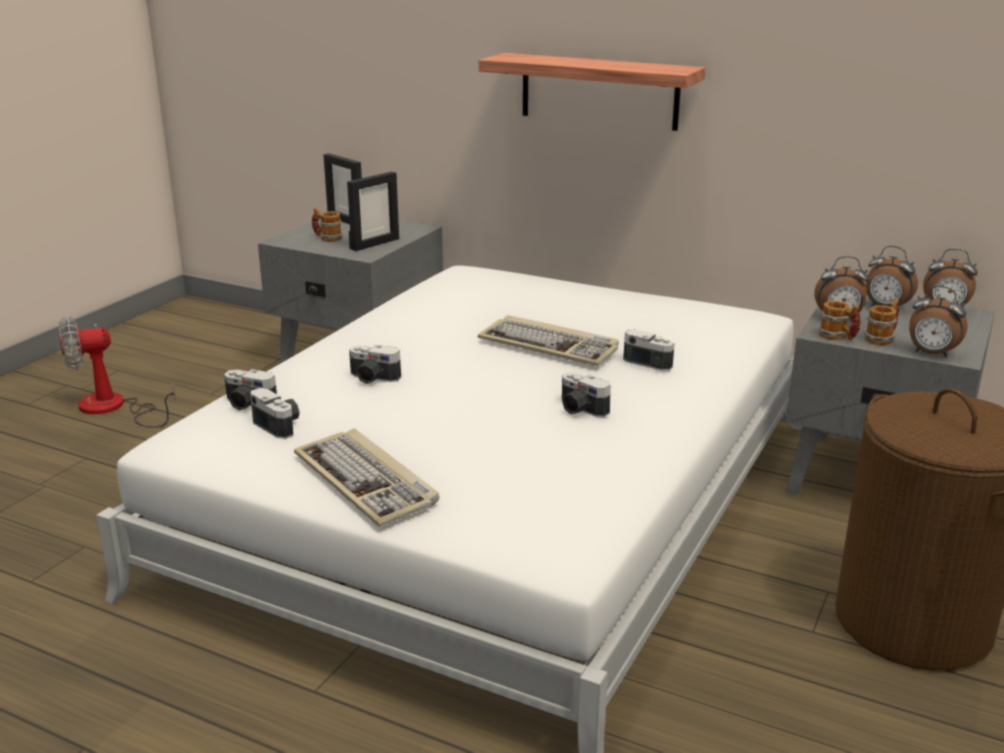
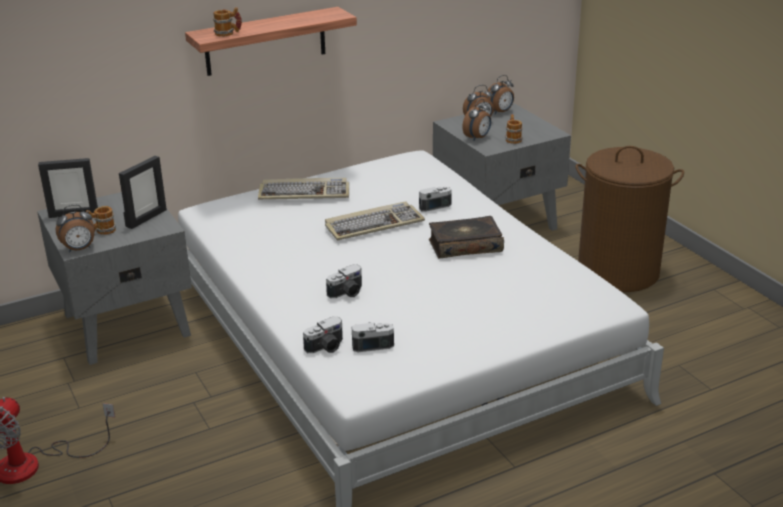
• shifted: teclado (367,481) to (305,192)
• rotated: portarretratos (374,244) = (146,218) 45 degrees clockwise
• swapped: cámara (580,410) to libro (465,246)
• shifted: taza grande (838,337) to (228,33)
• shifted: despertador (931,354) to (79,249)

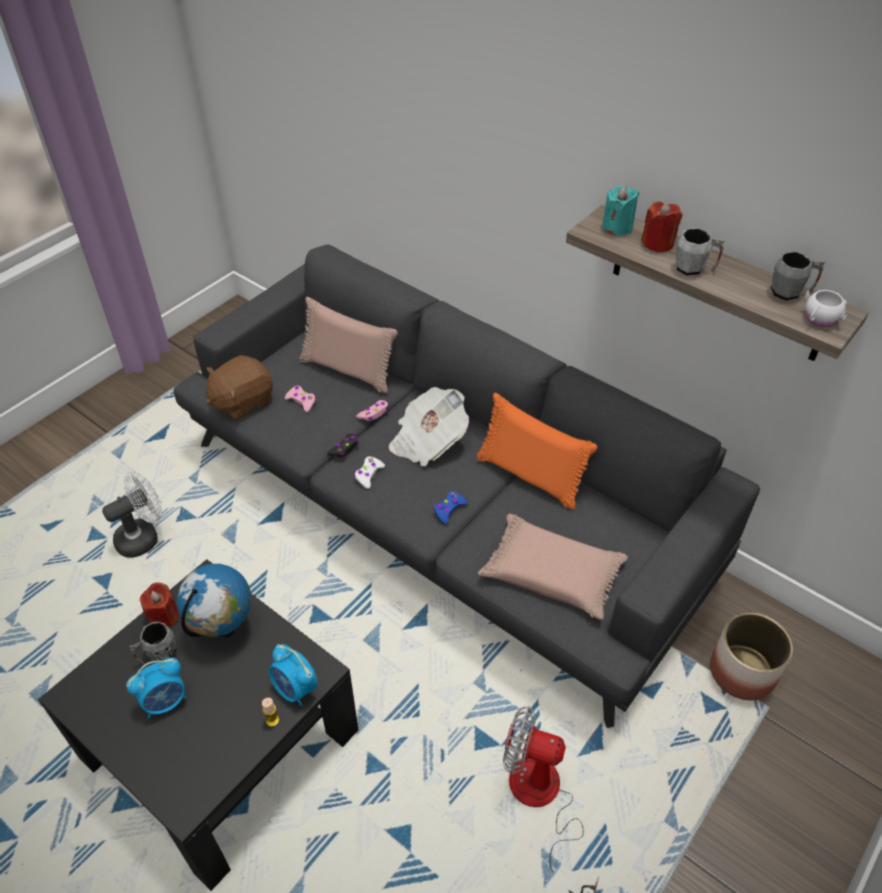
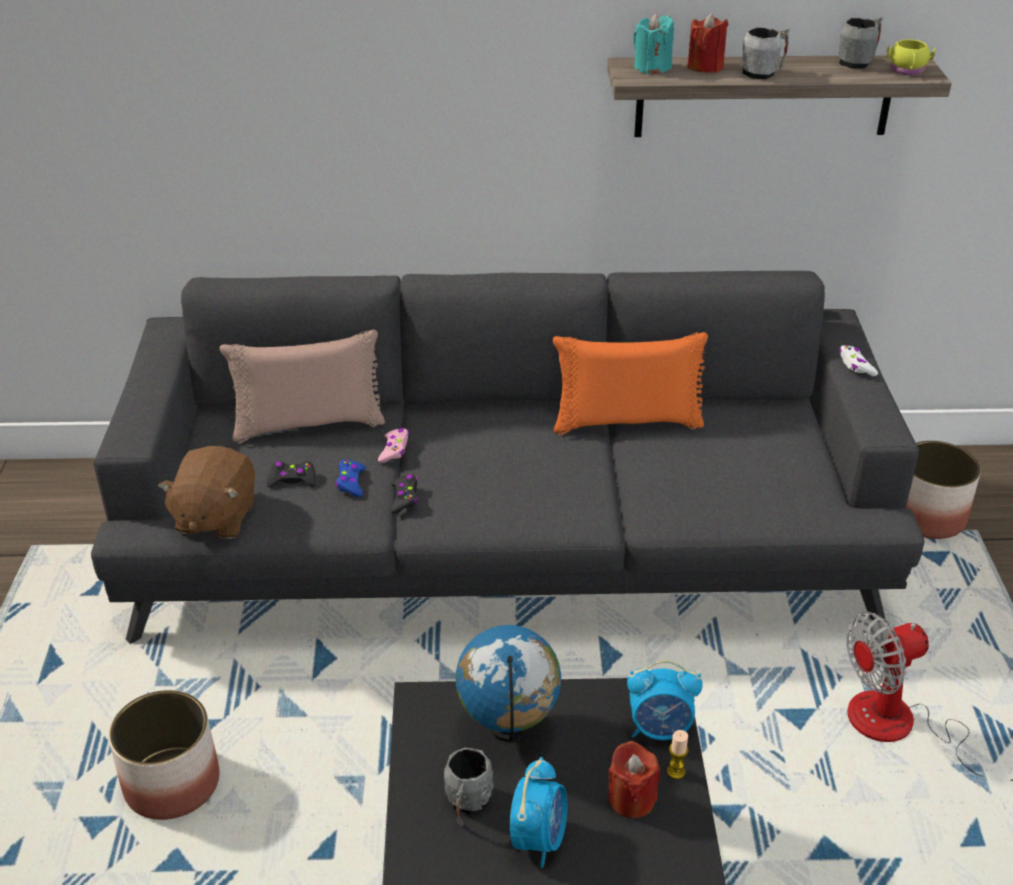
• swapped: ventilador/blanco (143,537) to maceta (171,784)
• shifted: vela/rojo (164,616) to (631,799)
• repainted: mando de consola/rosa (301,401) to mando de consola/negro (292,480)
• shifted: mando de consola/blanco (368,475) to (856,365)
• gone: periódico (427,441)
• shifted: mando de consola/azul (449,509) to (351,483)
• gone: cojín/beis (552,571)
• repainted: taza grande/blanco (819,319) to taza grande/amarillo (907,71)

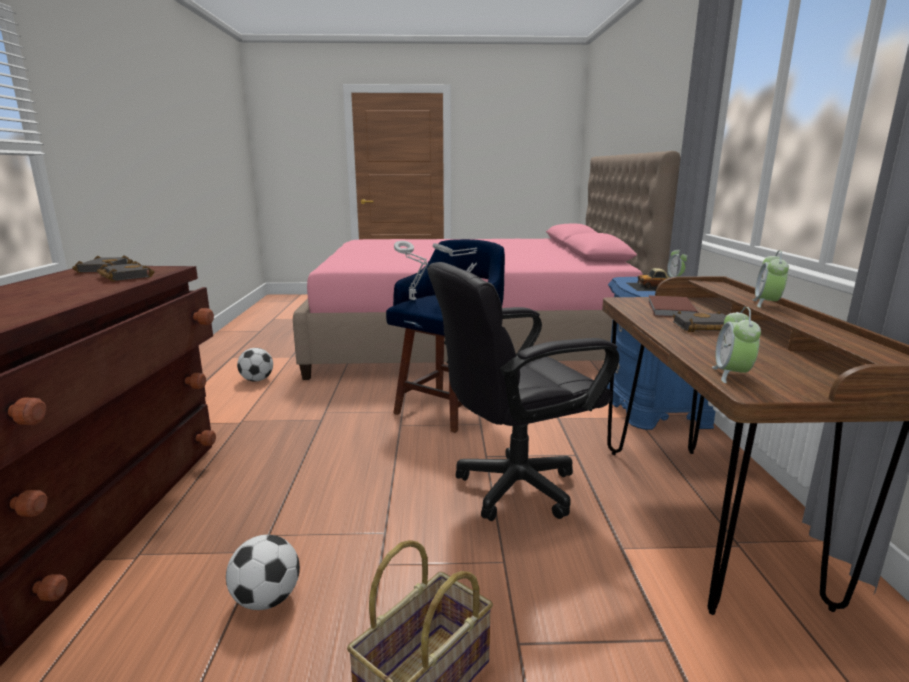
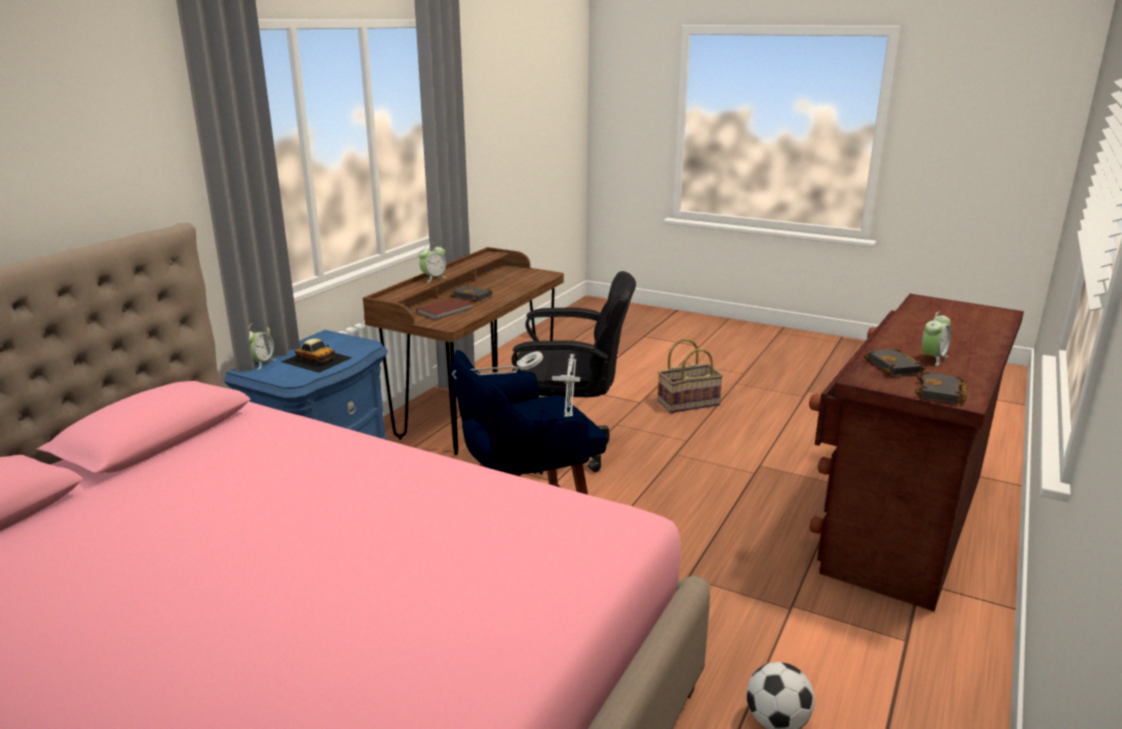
• gone: balón de fútbol (266,600)
• shifted: despertador (731,375) to (932,358)

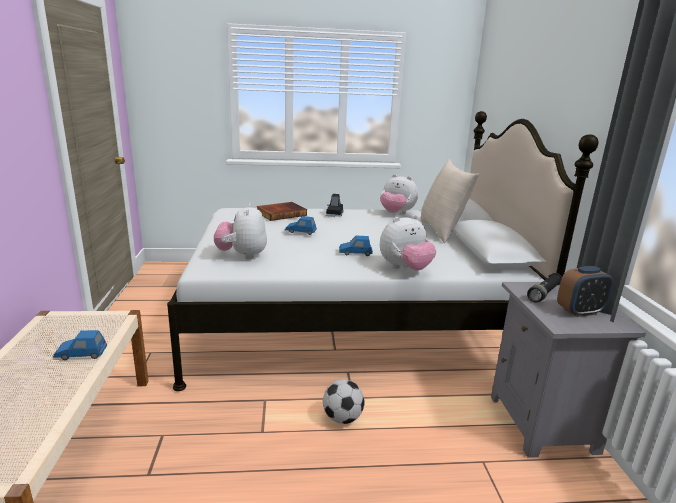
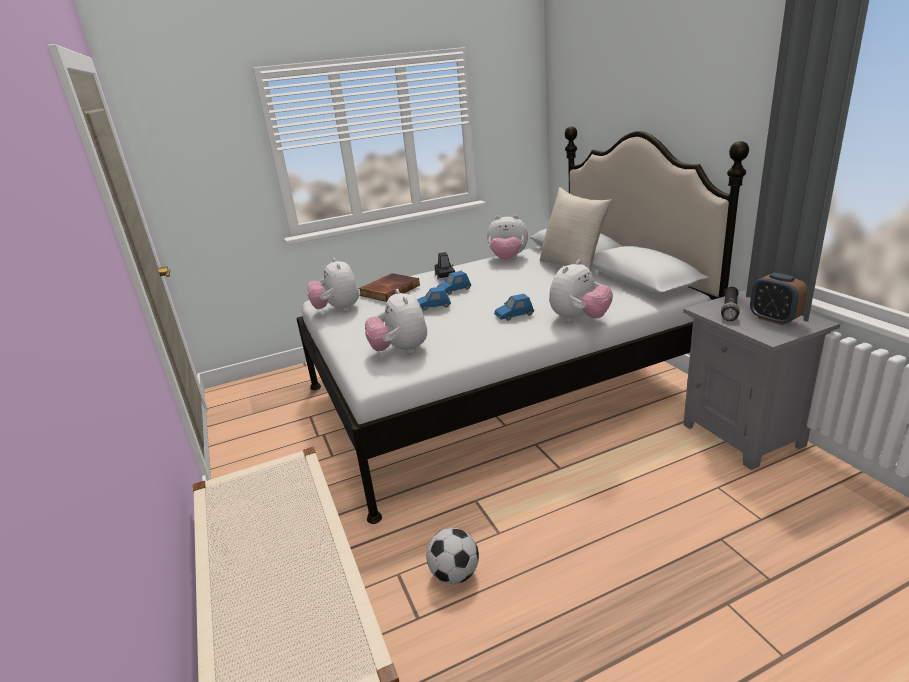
• shifted: coche de juguete/azul (81,353) to (454,290)
• shifted: balón de fútbol (342,418) to (454,574)
• rotated: despertador (580,311) = (774,319) 90 degrees clockwise
• new: peluche (338,310)

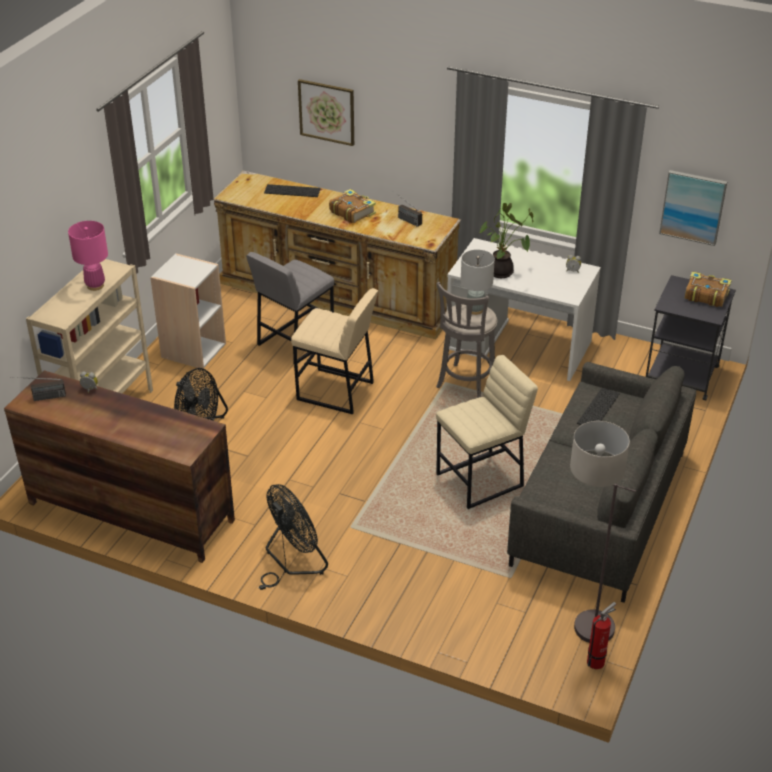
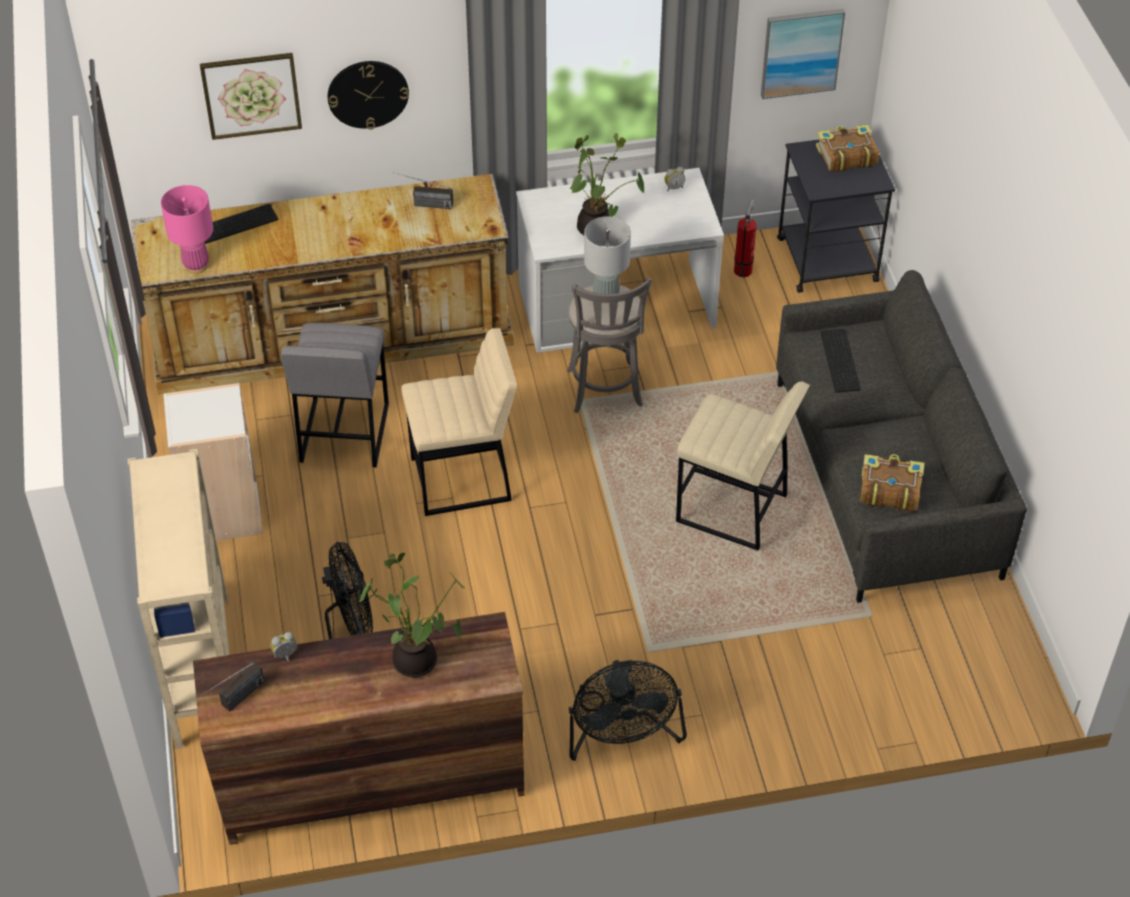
• shifted: lámpara de mesa/rosa (95,286) to (196,266)
• rotated: ventilador/negro (288,559) = (617,732) 150 degrees clockwise
• shifted: libro (352,212) to (889,489)
• rotated: silla/beis (481,479) = (734,510) 90 degrees clockwise
• gone: lámpara de pie/gris (582,624)
• shifted: extintor (597,661) to (743,269)
• new: reloj de pared (368,94)
• new: planta en maceta (417,658)

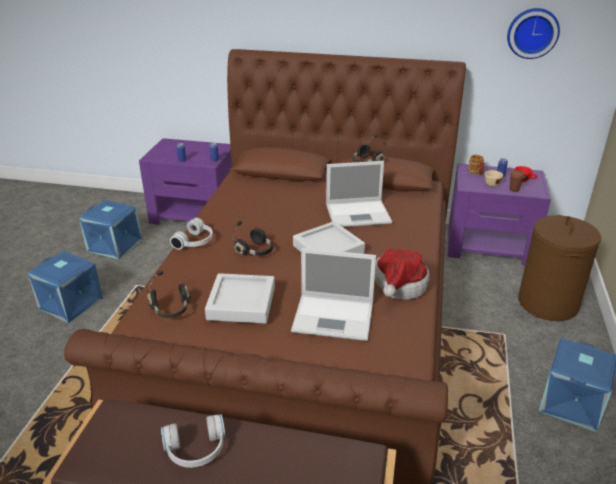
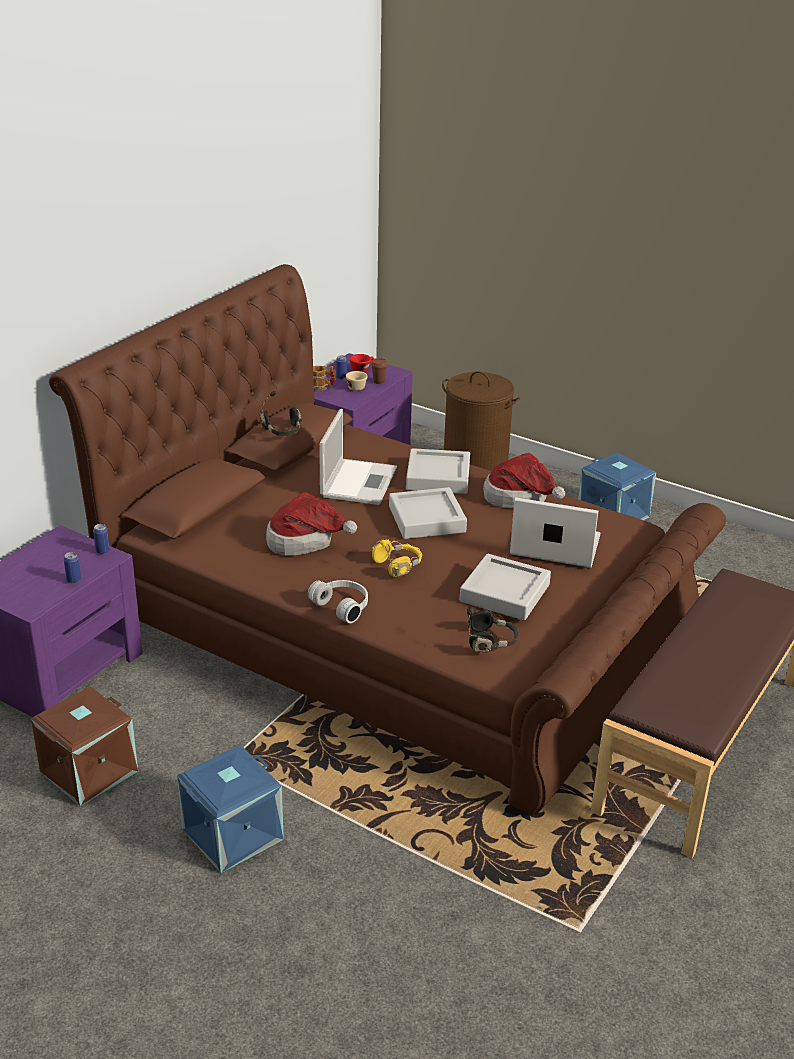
• repainted: caja de almacenaje/azul (115,245) to caja de almacenaje/marrón (88,770)
• gone: auriculares/blanco (196,451)
• repainted: auriculares/negro (255,251) to auriculares/amarillo (398,566)
• rotated: portátil (335,317) = (553,545) 105 degrees counterclockwise
• gone: reloj de pared (532,32)
• new: sombrero (305,541)
• new: bandeja/gris (438,477)

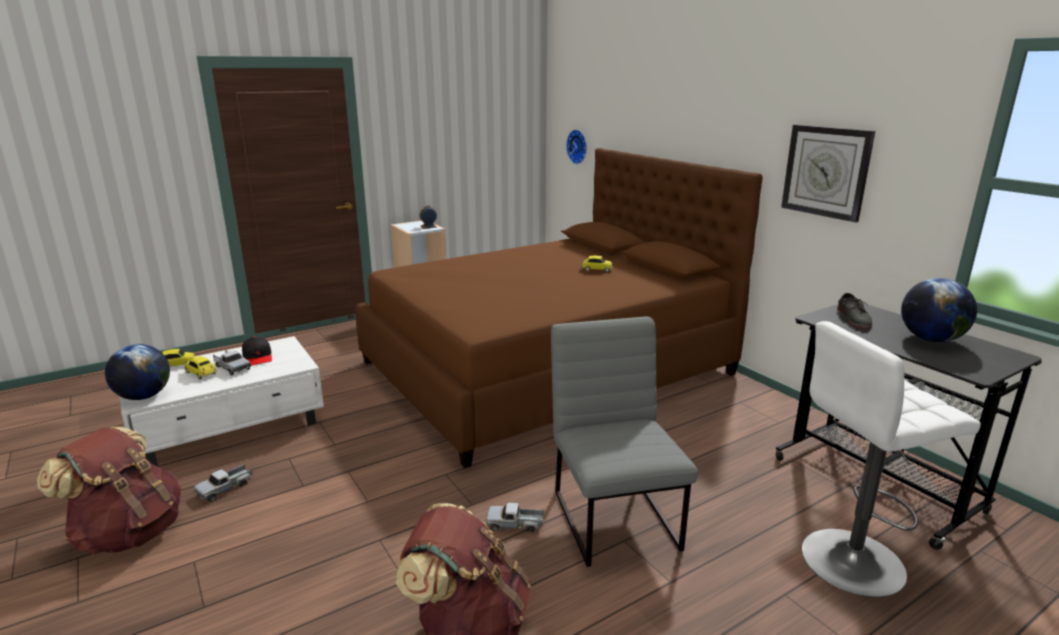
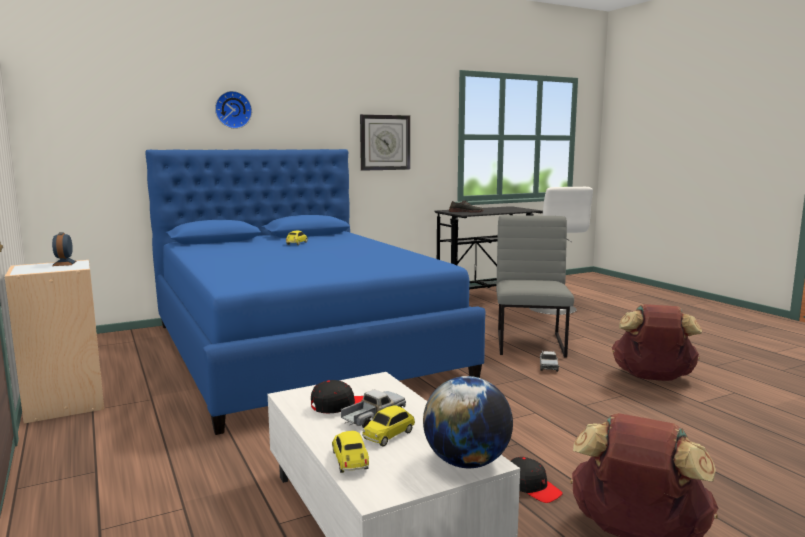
• swapped: camión de juguete (225,488) to gorra/negro (532,487)
• repainted: cama/marrón (546,368) to cama/azul (300,349)
• rotated: silla/gris (614,516) = (530,343) 105 degrees clockwise
• shifted: reloj de pared (578,146) to (233,110)
• gone: globo terráqueo (930,339)

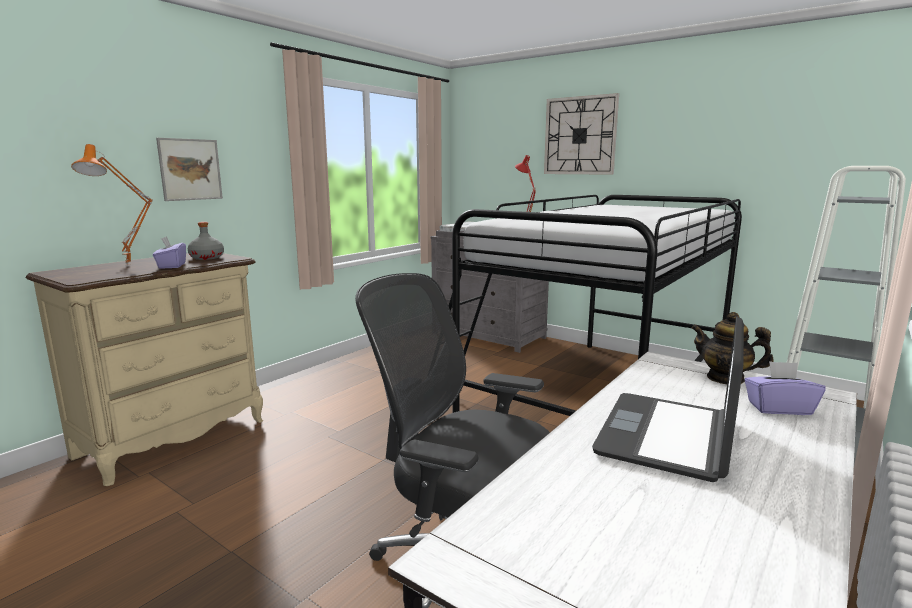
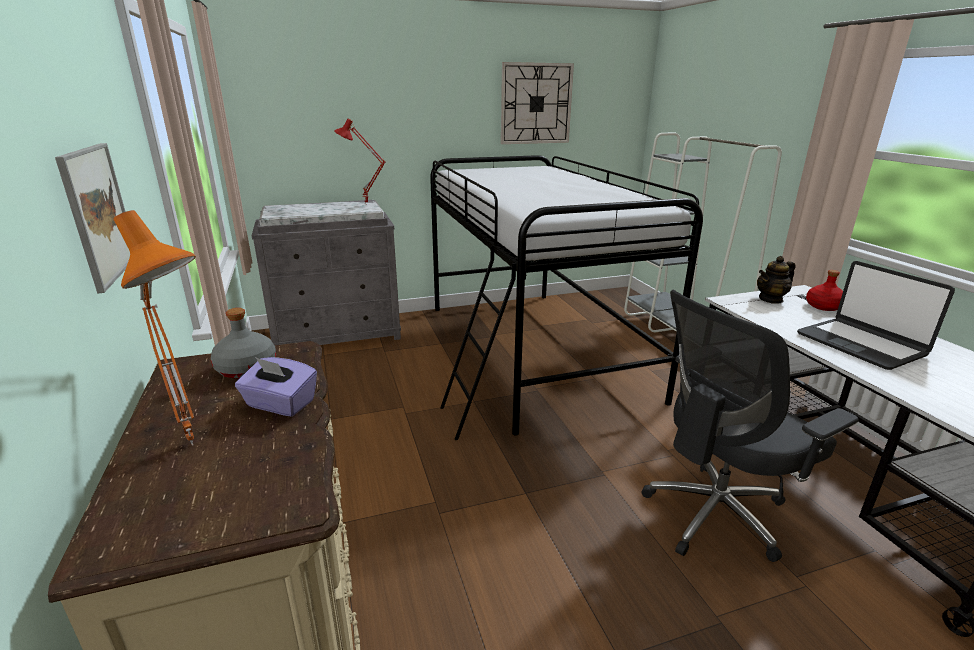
• shifted: reloj de pared (580,136) to (536,104)
• swapped: caja de pañuelos/morado (779,408) to botella/rojo (824,306)

